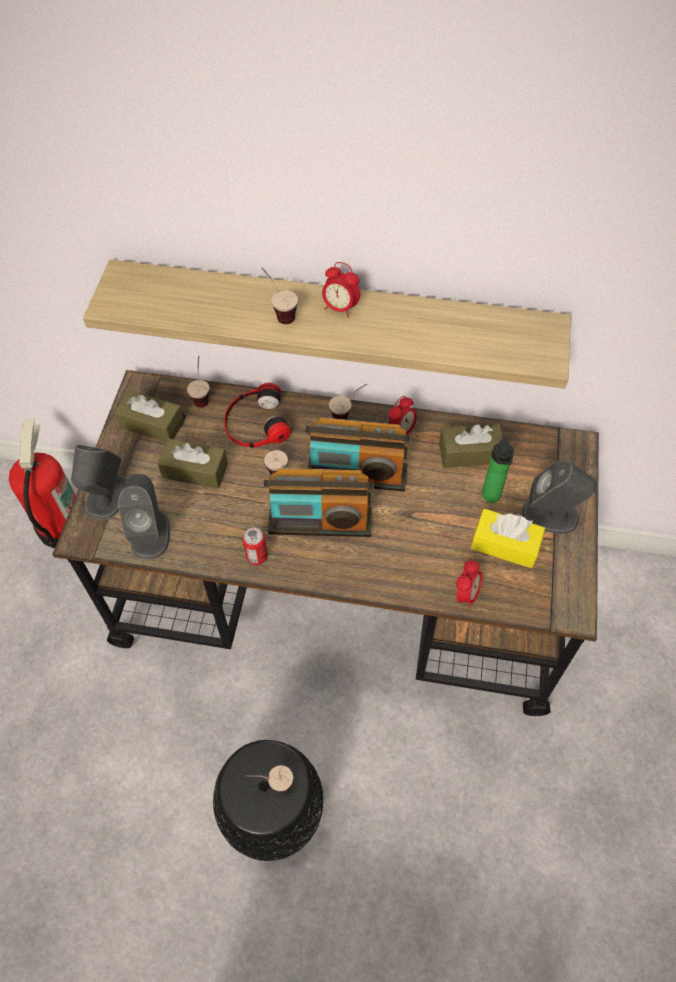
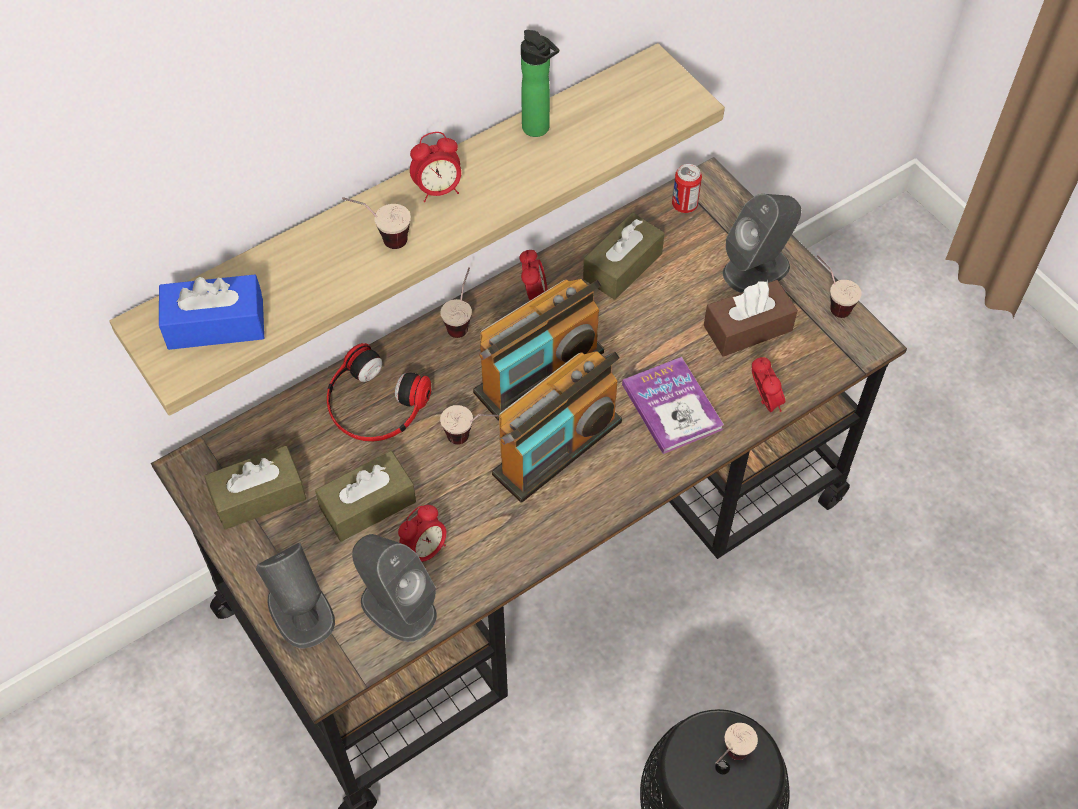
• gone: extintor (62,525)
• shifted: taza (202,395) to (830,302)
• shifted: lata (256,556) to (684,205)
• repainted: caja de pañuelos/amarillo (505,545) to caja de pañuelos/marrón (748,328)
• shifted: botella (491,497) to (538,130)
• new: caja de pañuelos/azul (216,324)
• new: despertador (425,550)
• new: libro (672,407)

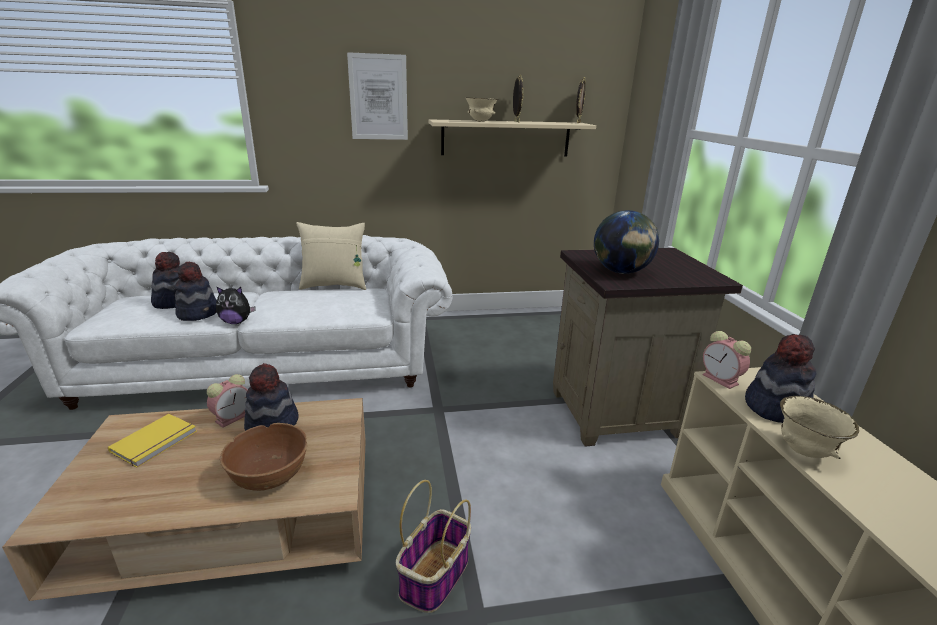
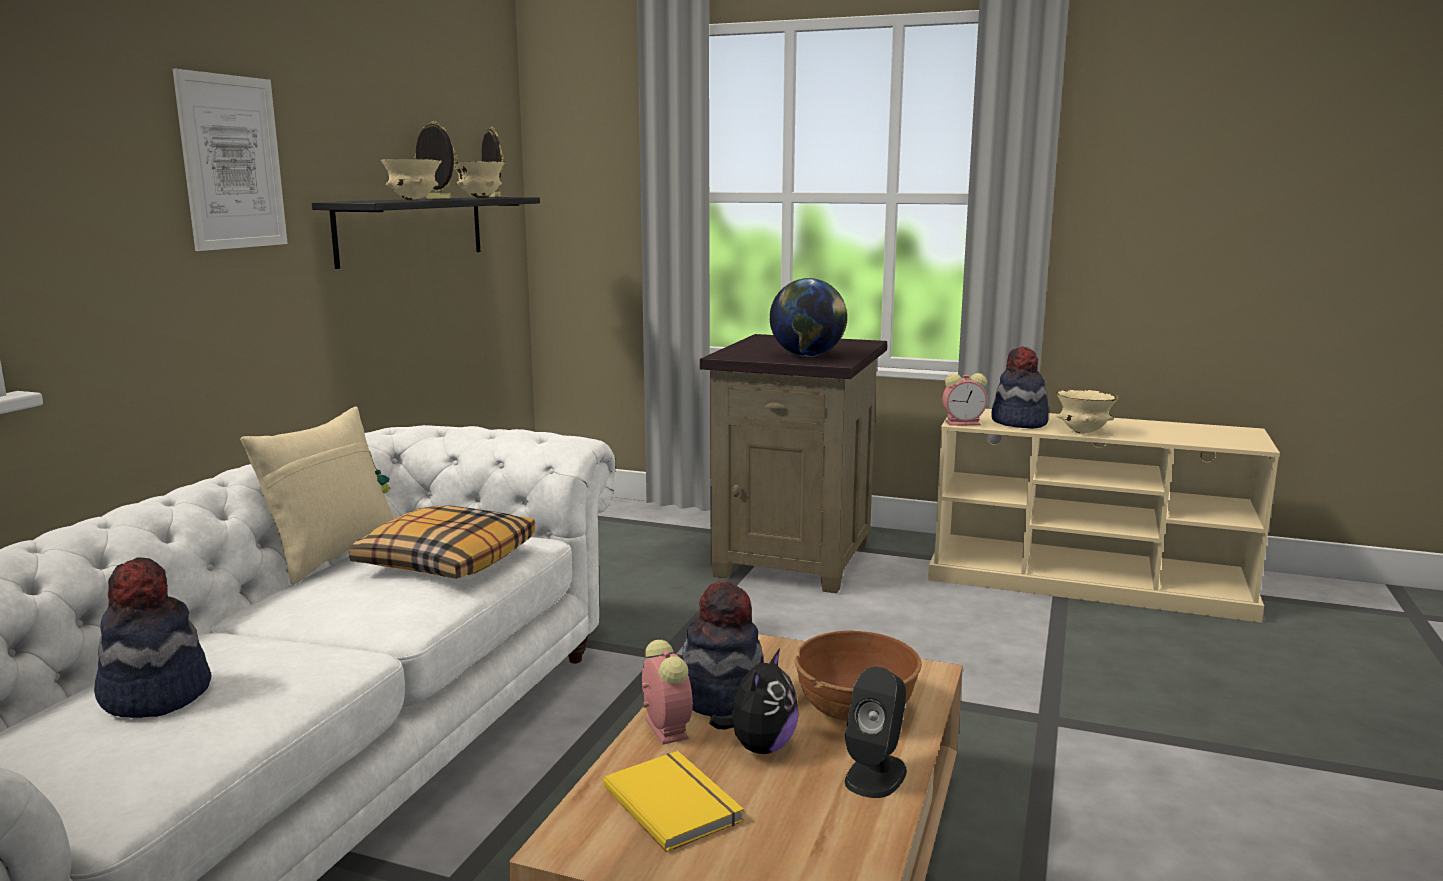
• gone: sombrero (199,313)
• shifted: peluche (236,322) to (760,747)
• gone: cesta (434,577)
• repainted: estante/beis (506,138) to estante/negro (412,229)
• new: cojín (446,560)
• new: cuenco/beis (480,198)
• new: altavoz/negro (876,775)

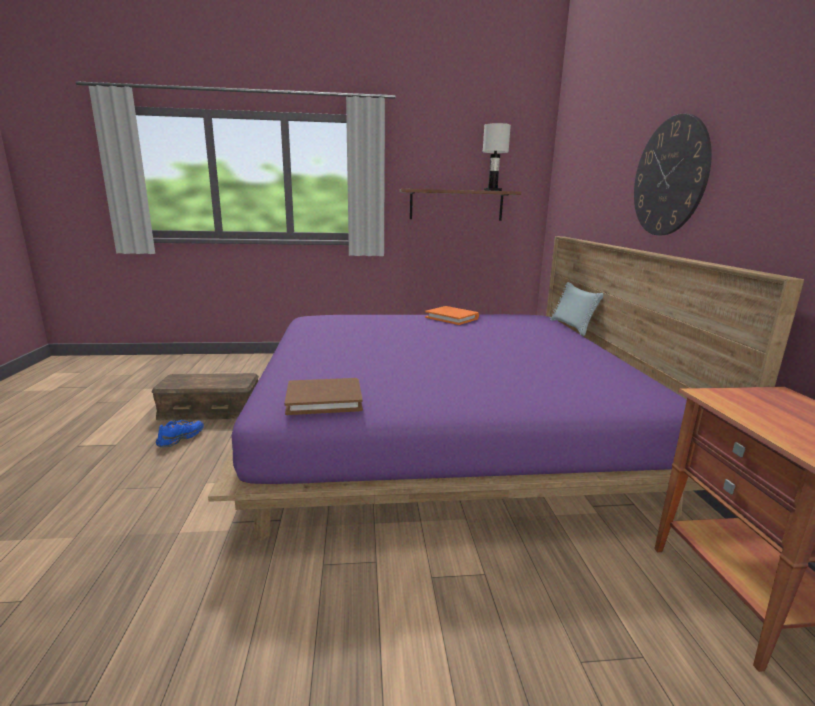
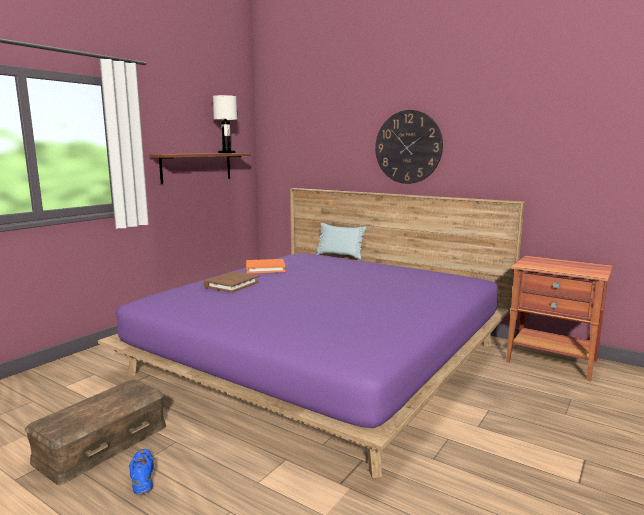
• shifted: libro/marrón (324,400) to (232,284)

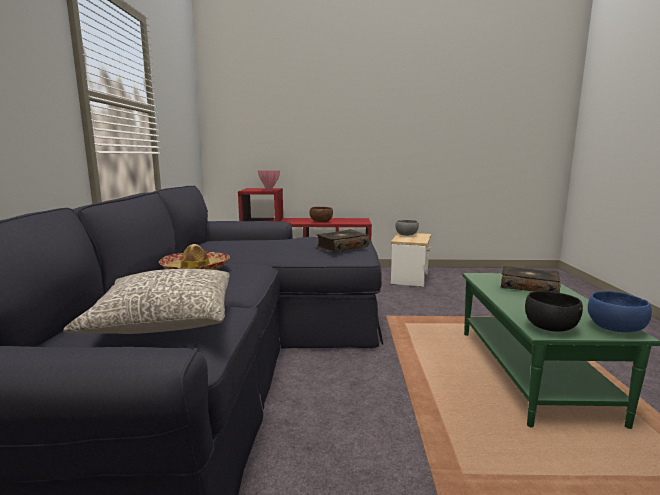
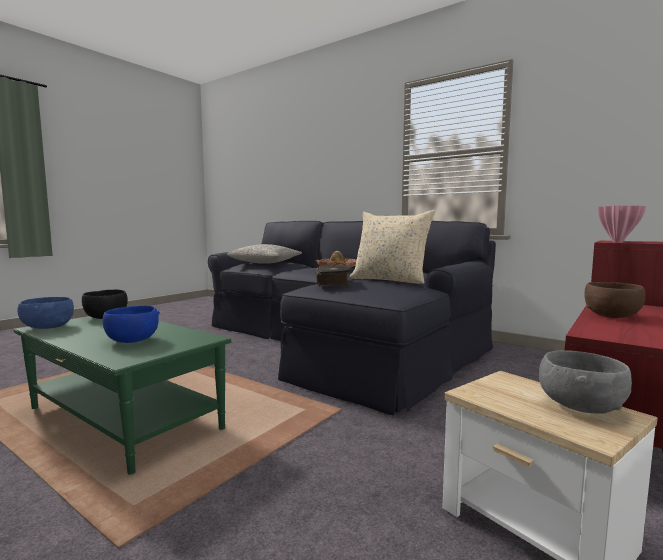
• swapped: libro (528,287) to cuenco/azul (132,341)
• new: cojín/beis (390,280)

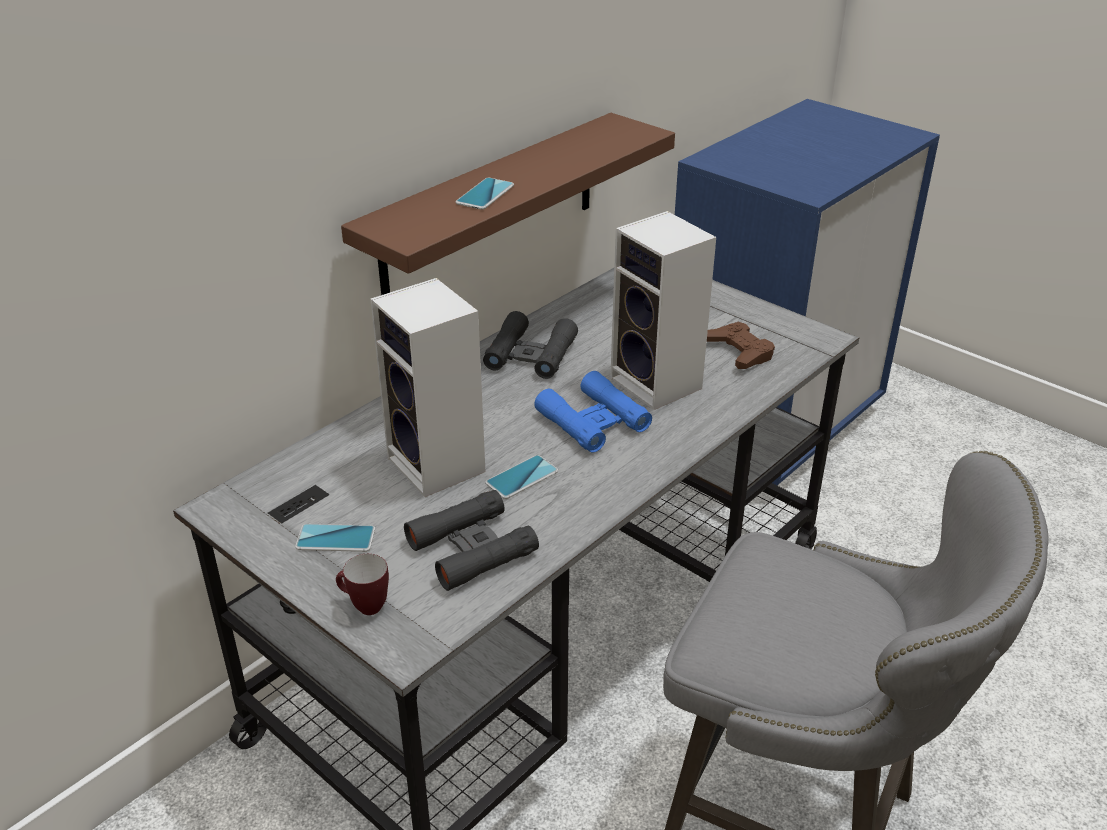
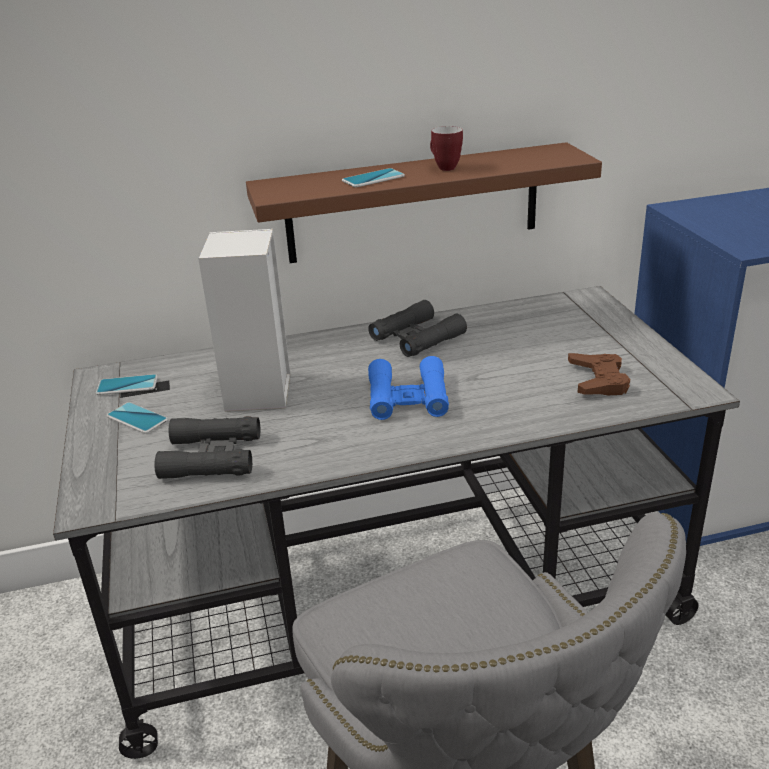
• shifted: taza grande (364,606) to (443,167)
• shifted: móvil (522,478) to (127,385)
• gone: altavoz (659,384)

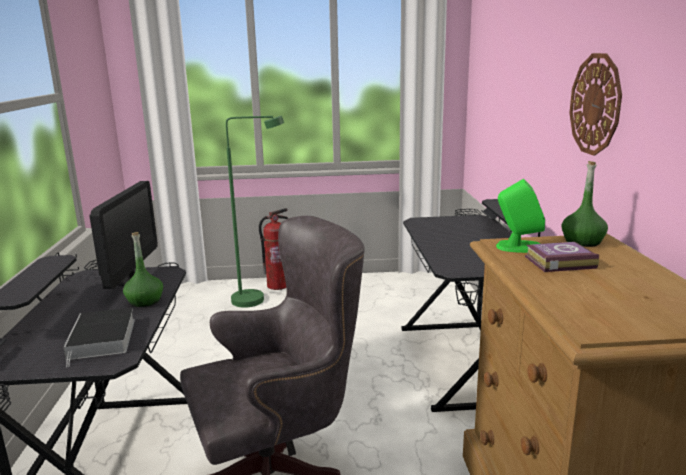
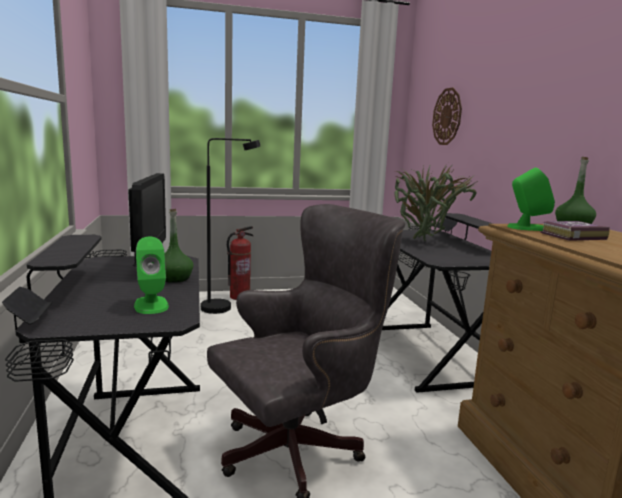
• swapped: libro (102,339) to altavoz/verde (151,305)
• repainted: lámpara de pie/verde (257,300) to lámpara de pie/negro (224,307)
• shifted: reloj de pared (595,104) to (447,116)
• new: planta en maceta (425,242)

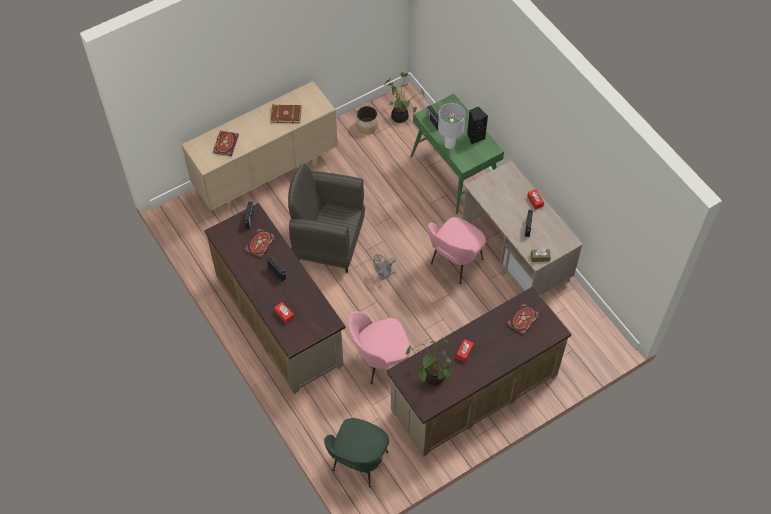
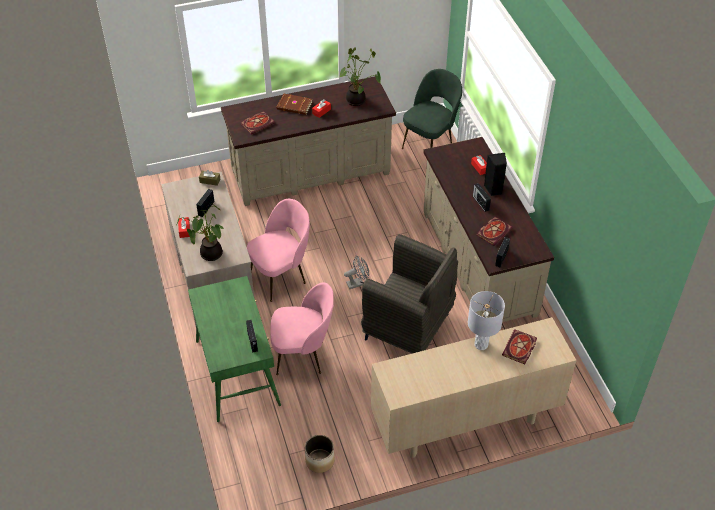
• shifted: libro/marrón (286,114) to (294,106)
• shifted: silla/rosa (379,363) to (304,356)
• shifted: planta en maceta (401,116) to (209,254)
• shifted: lámpara de mesa/gris (449,144) to (481,345)
• shifted: altavoz/negro (475,136) to (494,189)

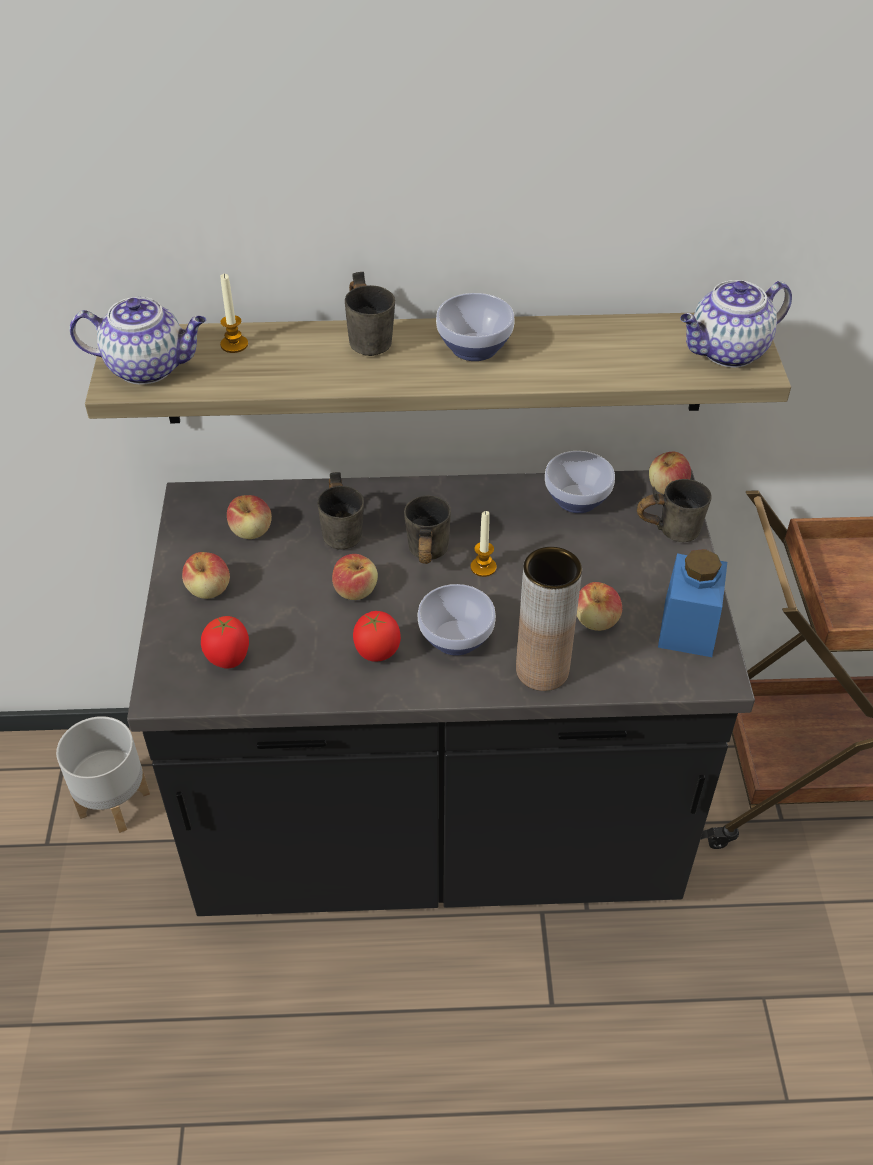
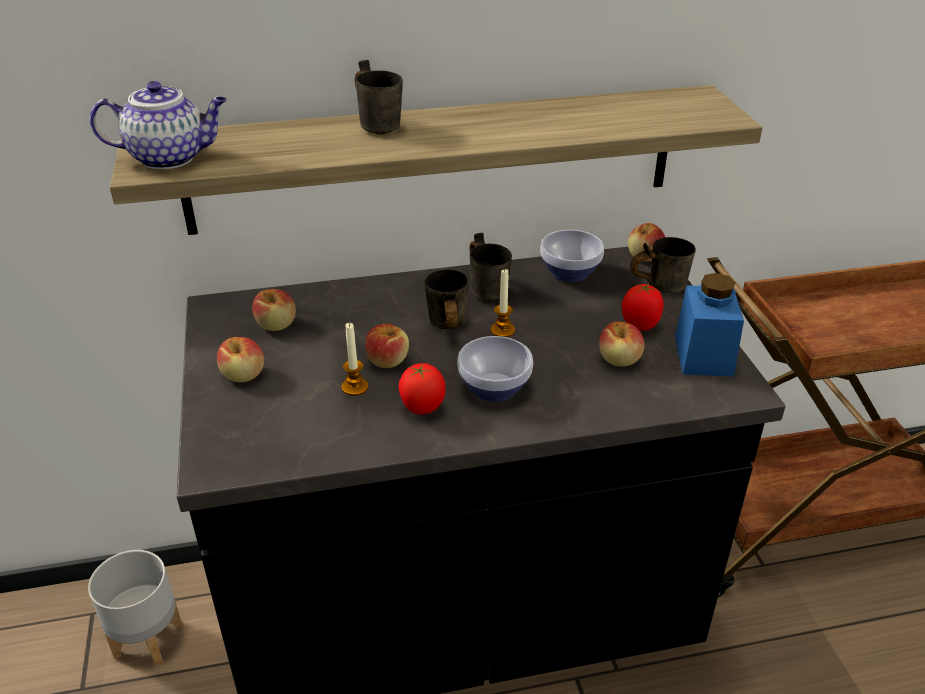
• shifted: tomate (229,660) to (640,326)
• shifted: vela (234,345) to (355,387)
• shifted: taza grande/gris (346,530) to (489,288)
• gone: cuenco (473,347)
• gone: florero/marrón (542,670)
• gone: tetera (727,352)

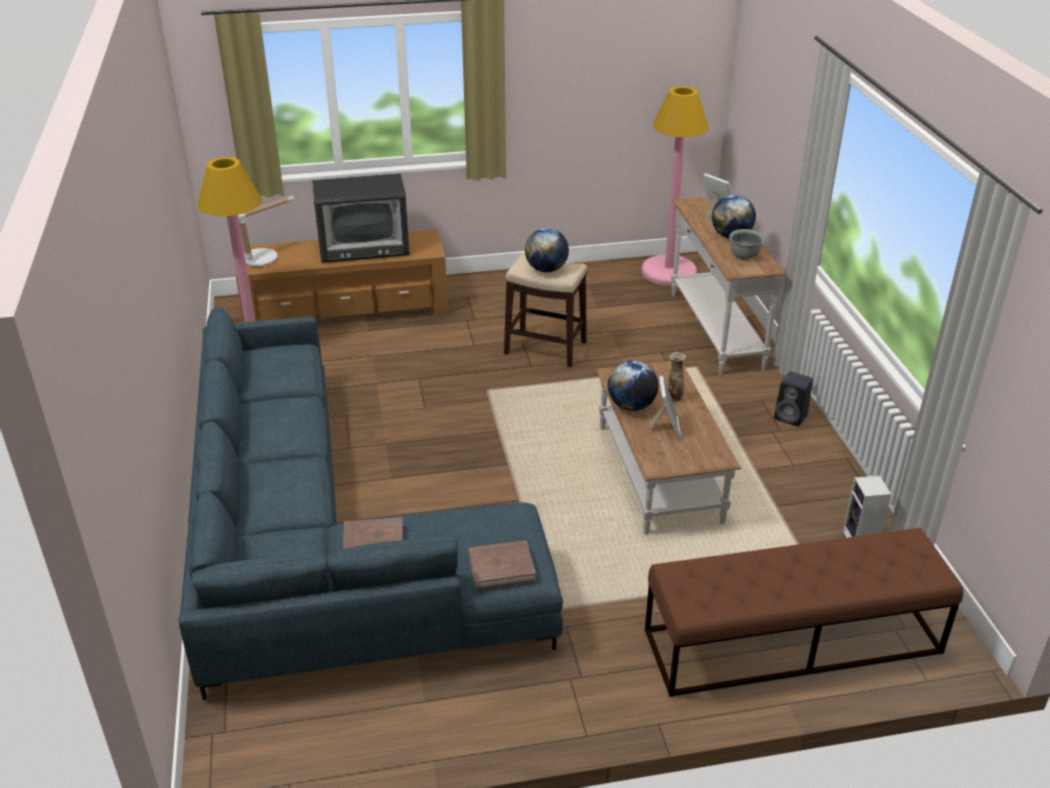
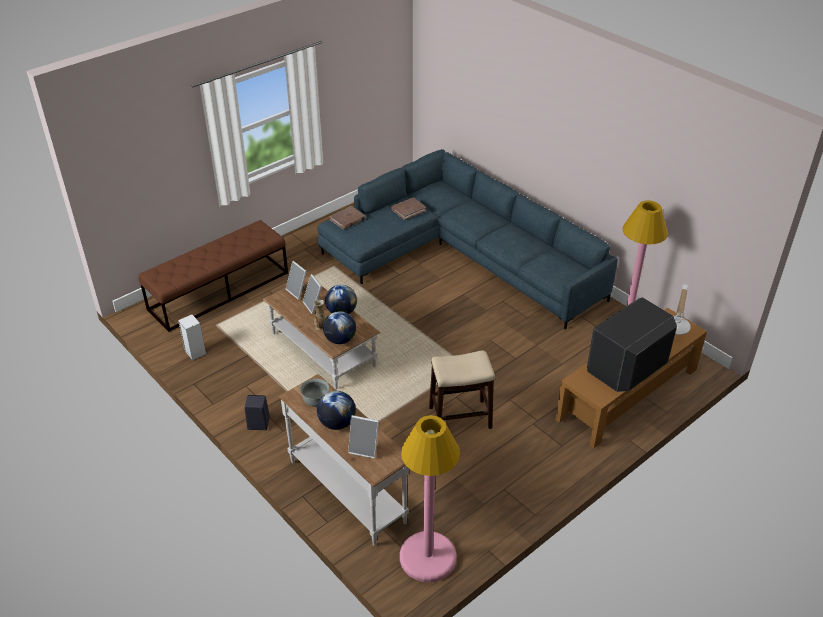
• shifted: globo terráqueo (546,269) to (340,340)
• new: portarretratos (298,291)

